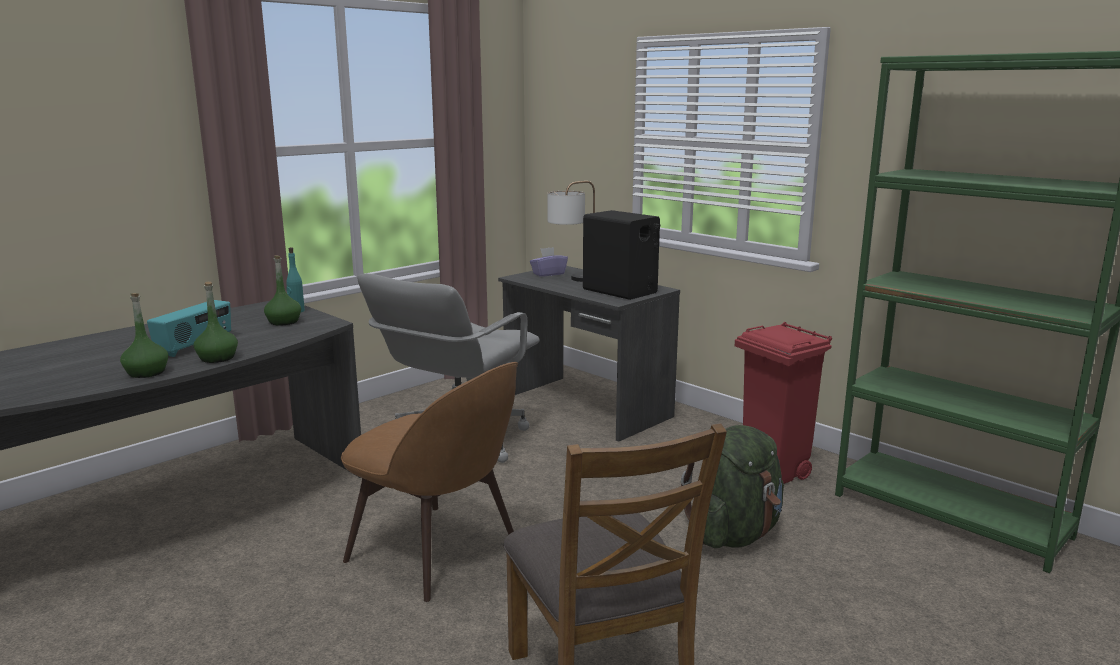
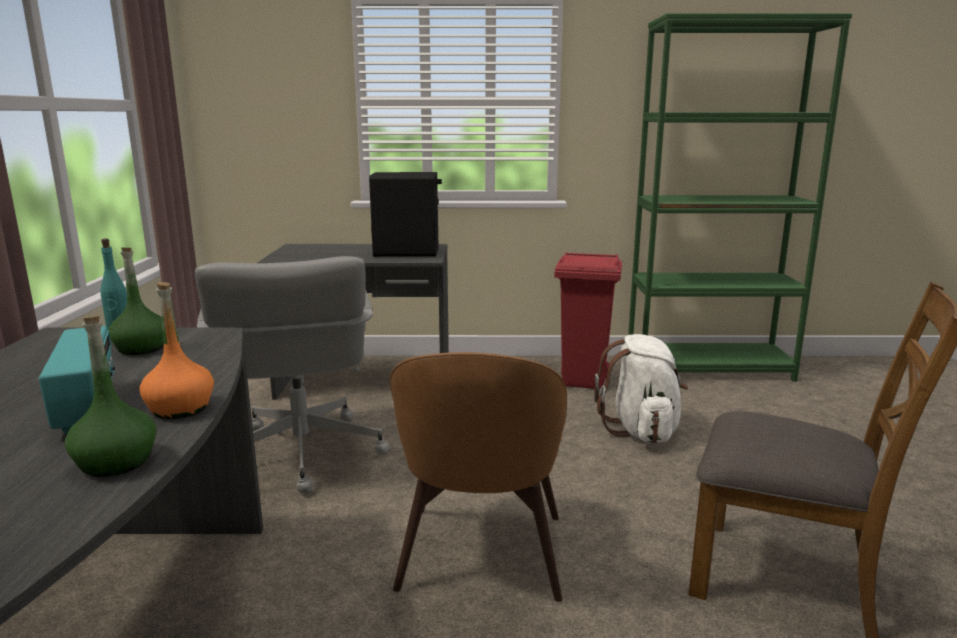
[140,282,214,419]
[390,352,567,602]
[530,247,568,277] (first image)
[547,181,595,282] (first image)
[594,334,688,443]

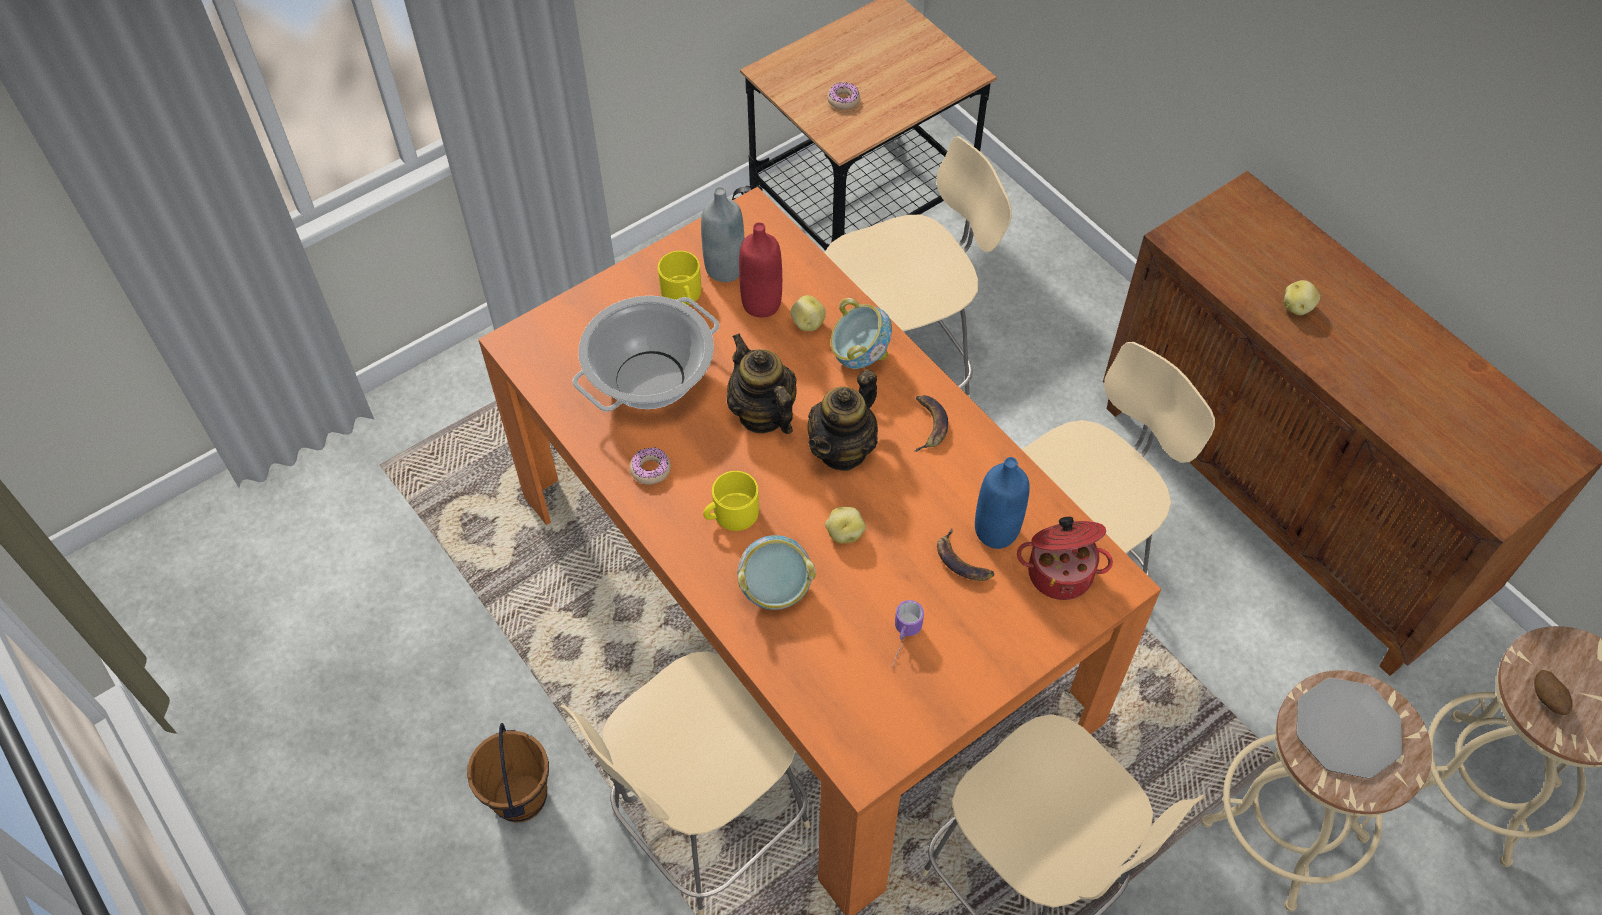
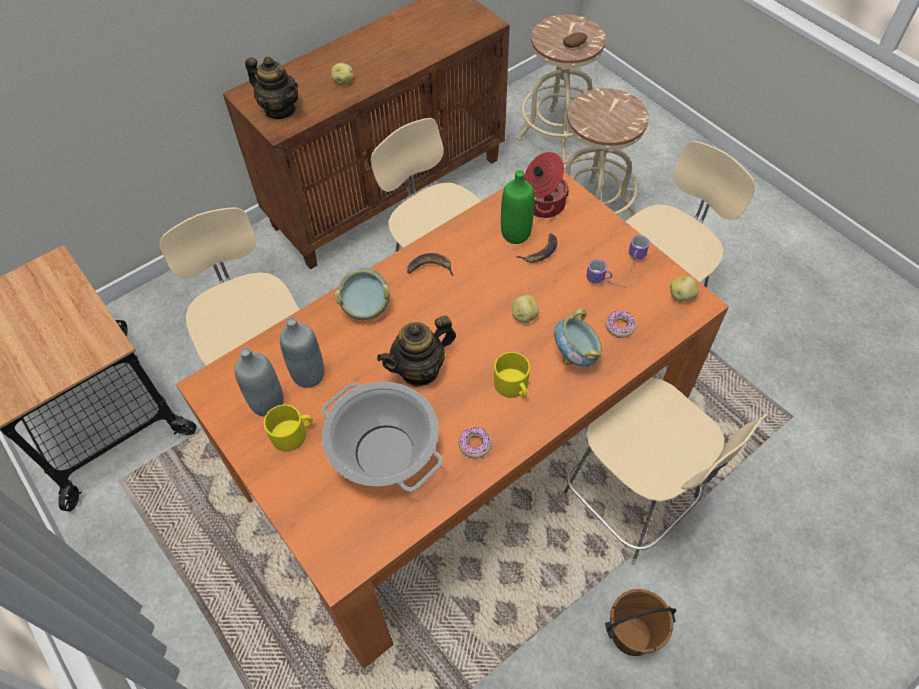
[280,317,324,388]
[670,276,699,302]
[245,57,298,119]
[606,310,636,338]
[501,170,534,244]
[1297,678,1402,778] (first image)
[627,235,650,278]

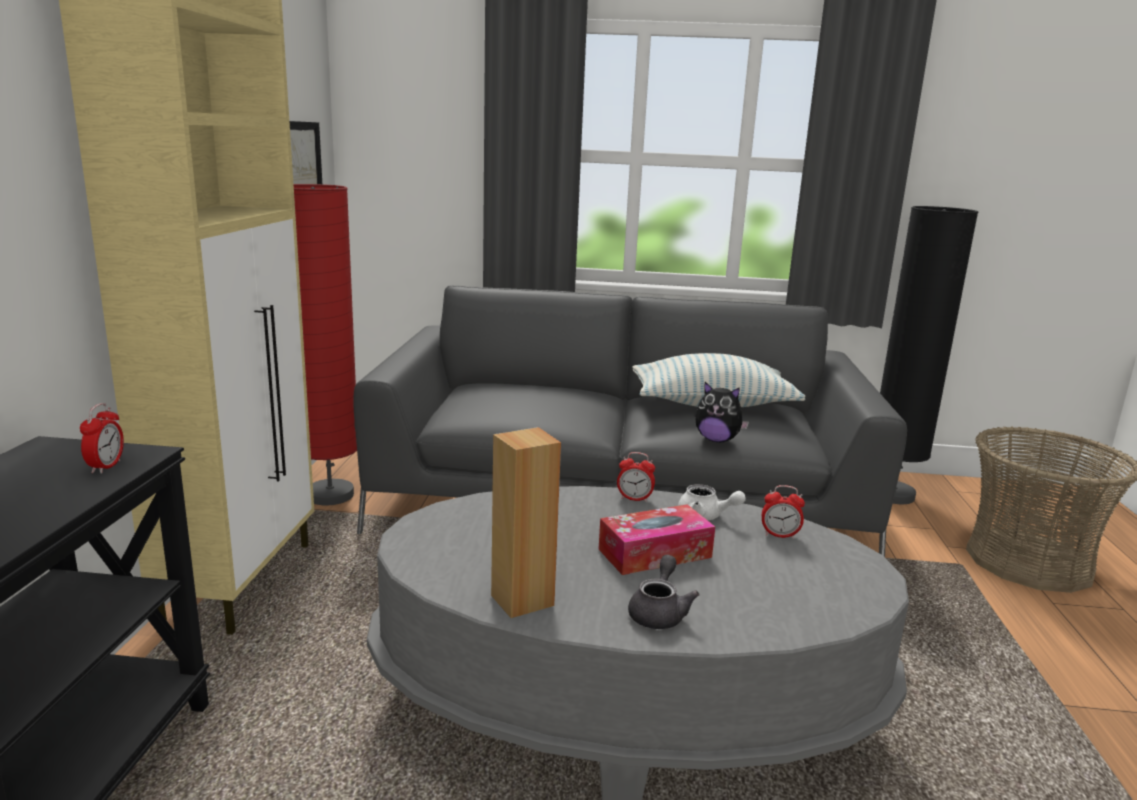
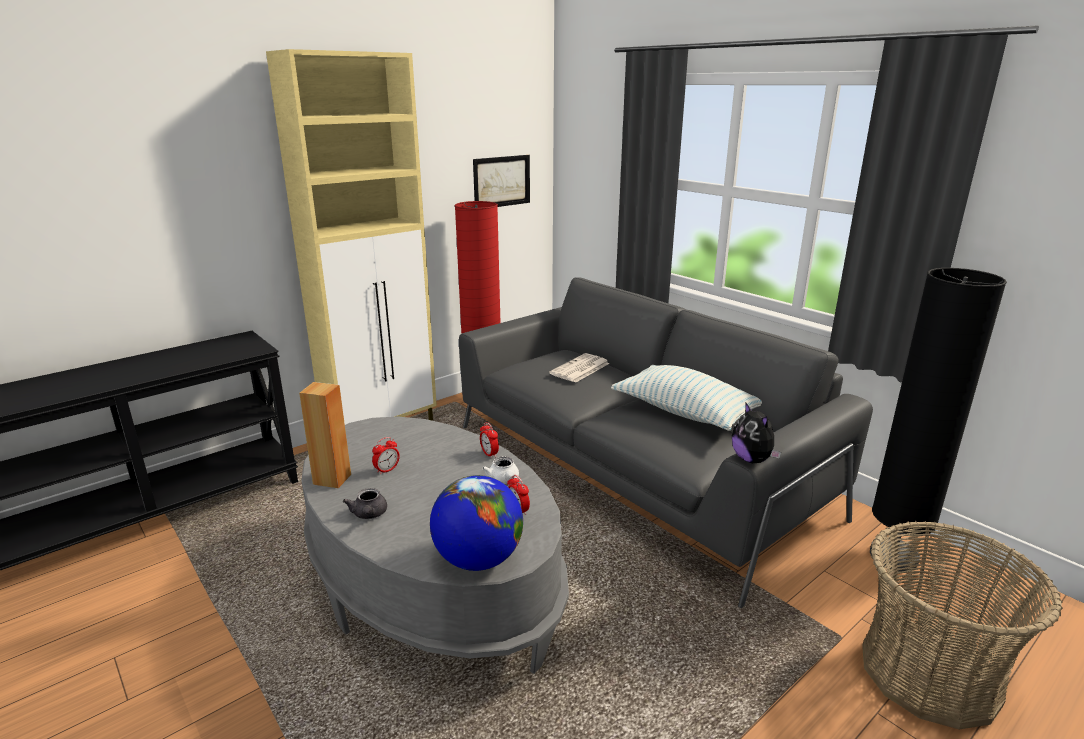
[372,437,400,475]
[599,504,715,575] (first image)
[343,488,387,519]
[732,402,781,463]
[430,475,523,571]
[549,353,610,383]

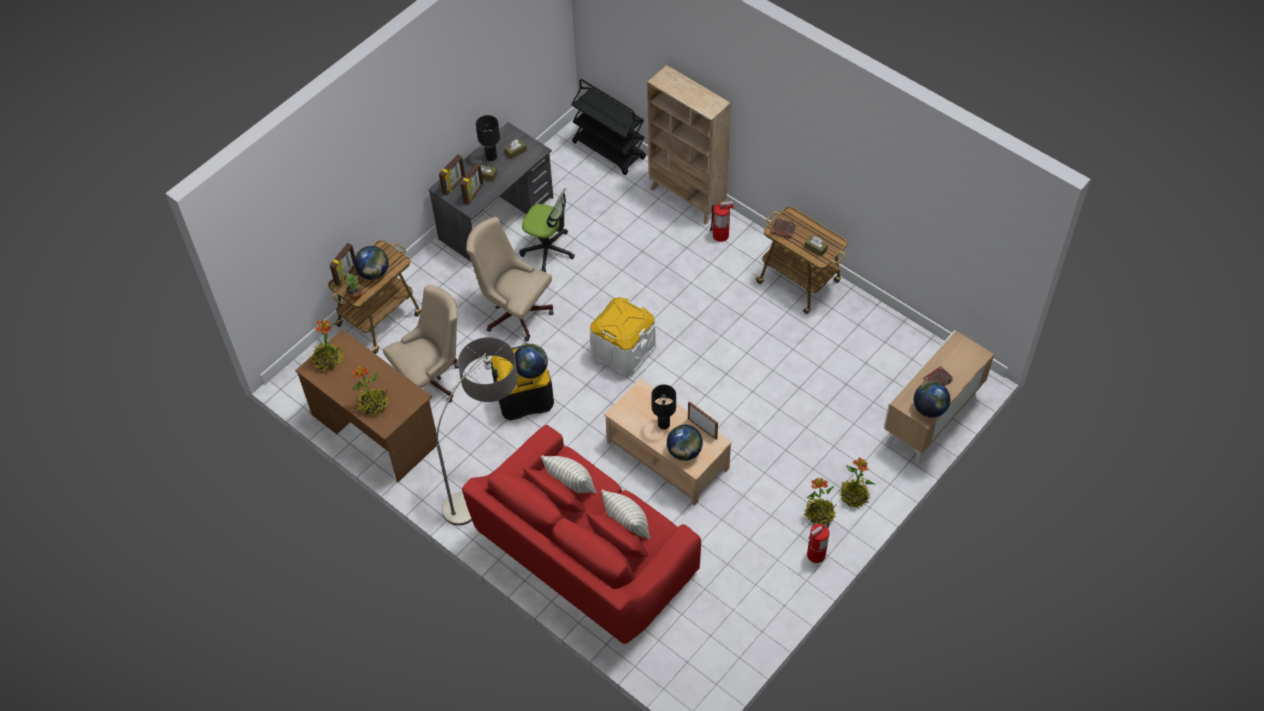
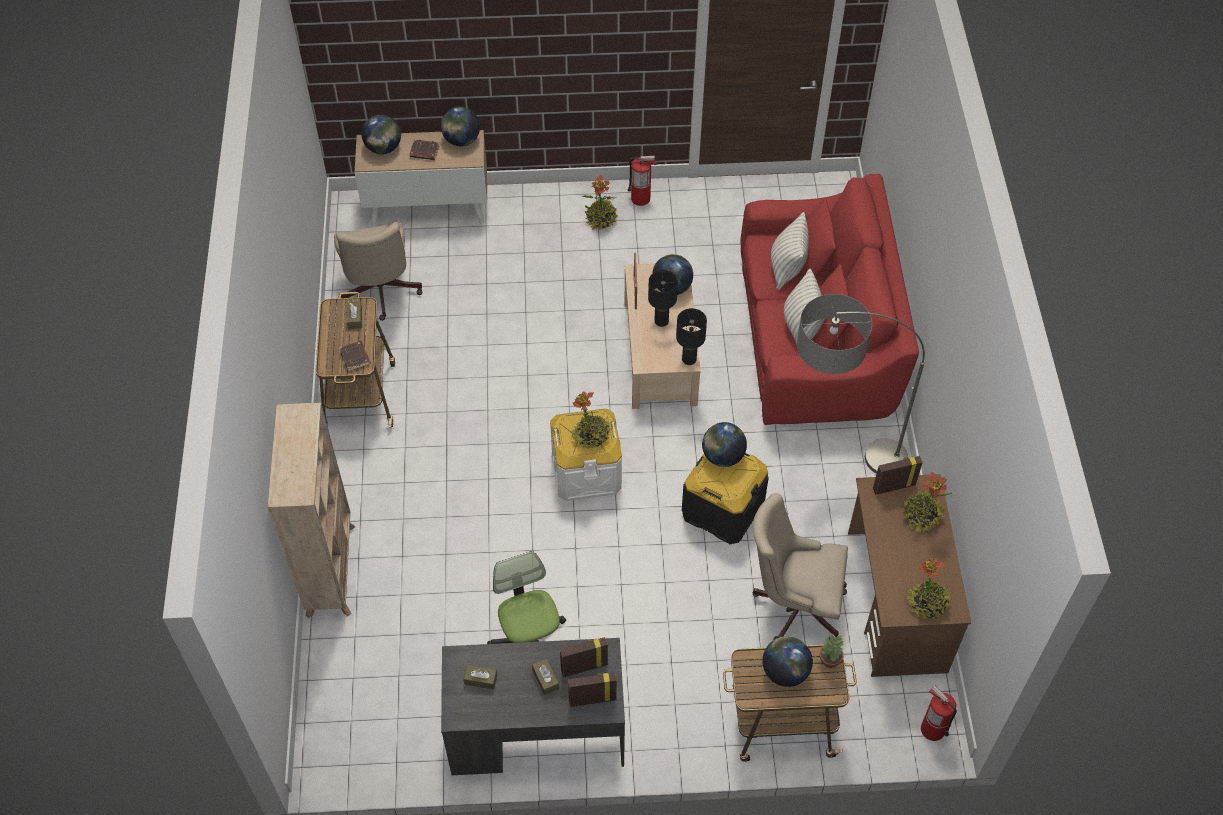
[873,456,923,495]
[334,222,423,321]
[676,308,707,365]
[571,79,646,175] (first image)
[921,685,957,741]
[570,392,610,449]
[362,114,401,154]

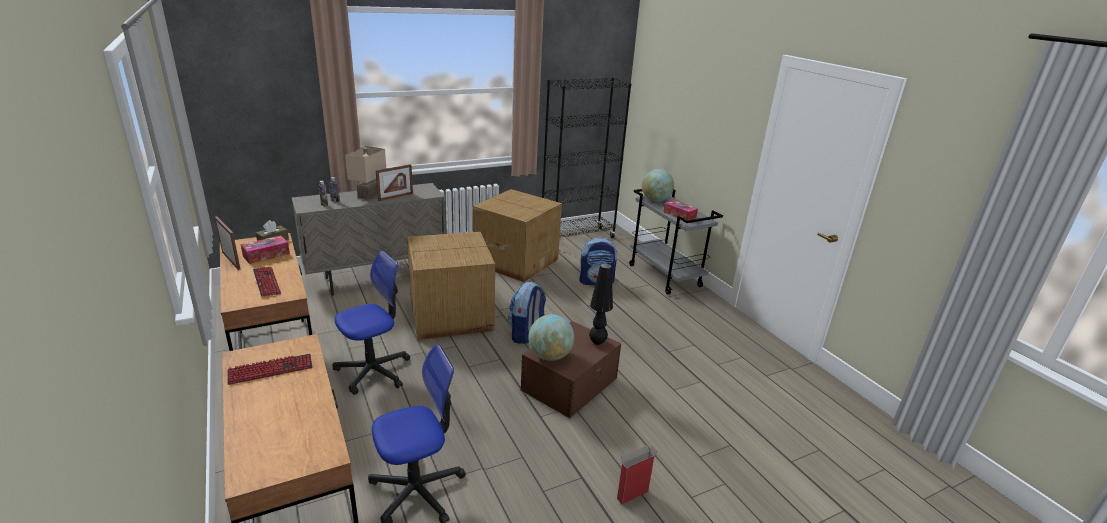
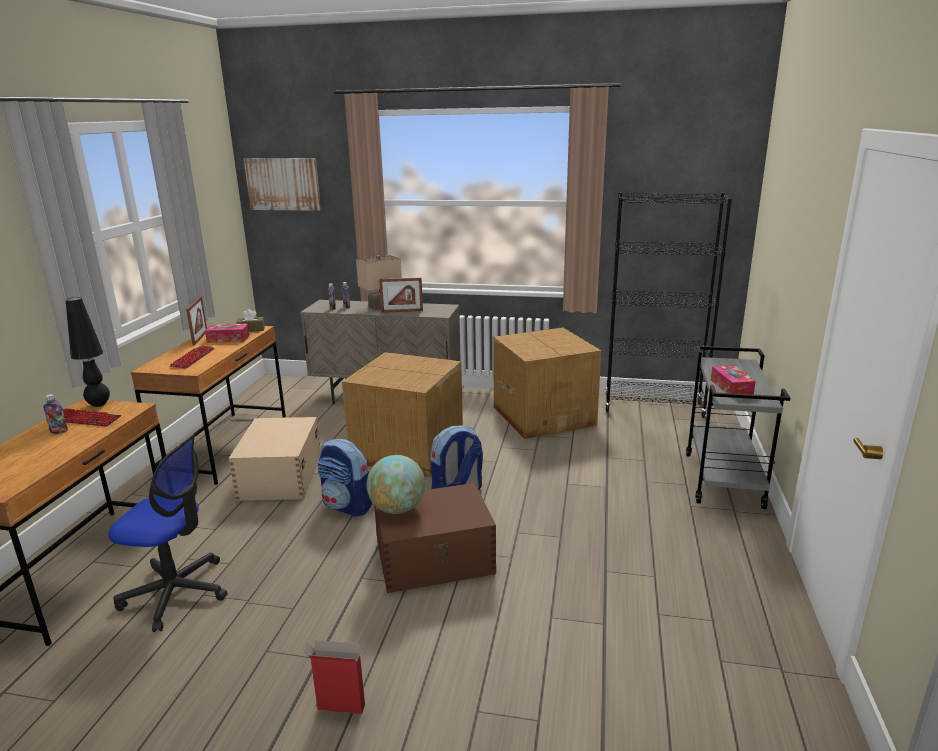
[229,417,321,501]
[317,439,372,517]
[66,297,110,407]
[642,169,674,202] (first image)
[43,394,68,434]
[244,158,321,211]

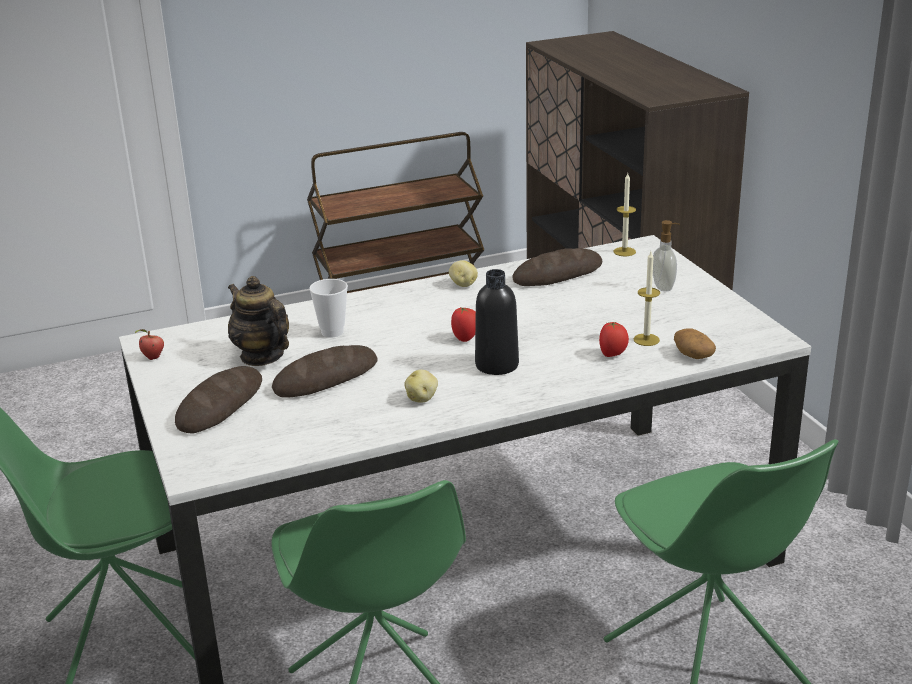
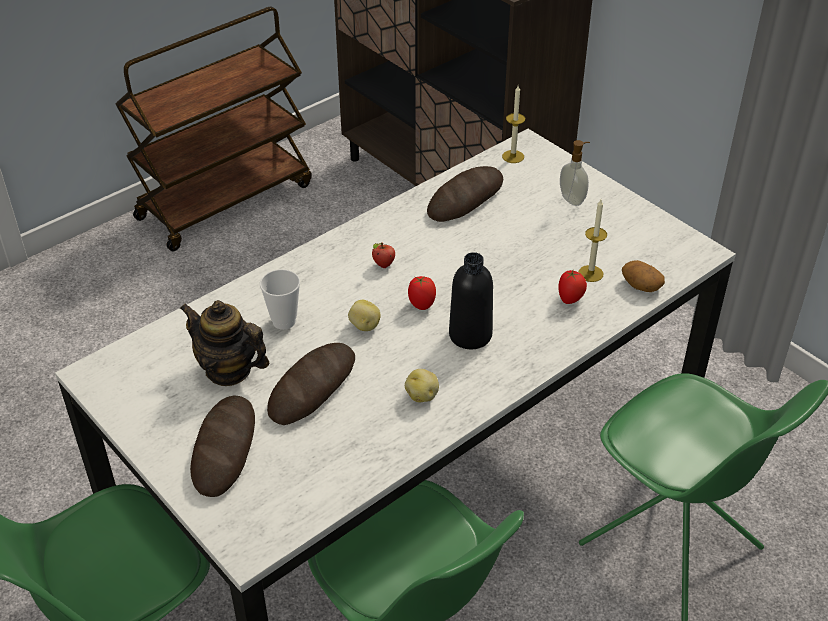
[372,243,395,268]
[348,300,381,331]

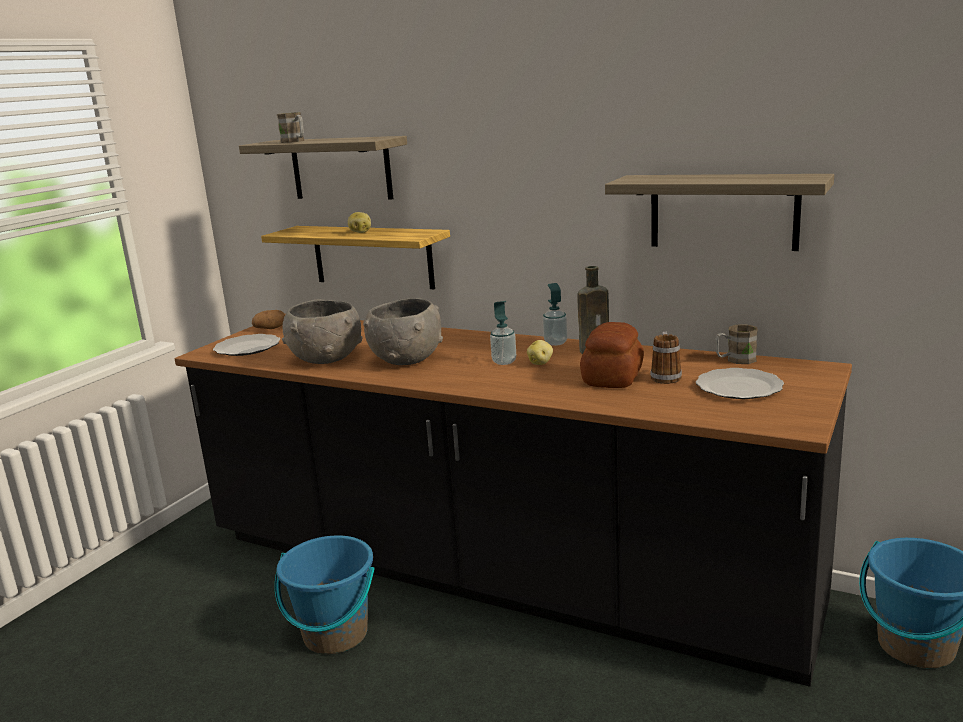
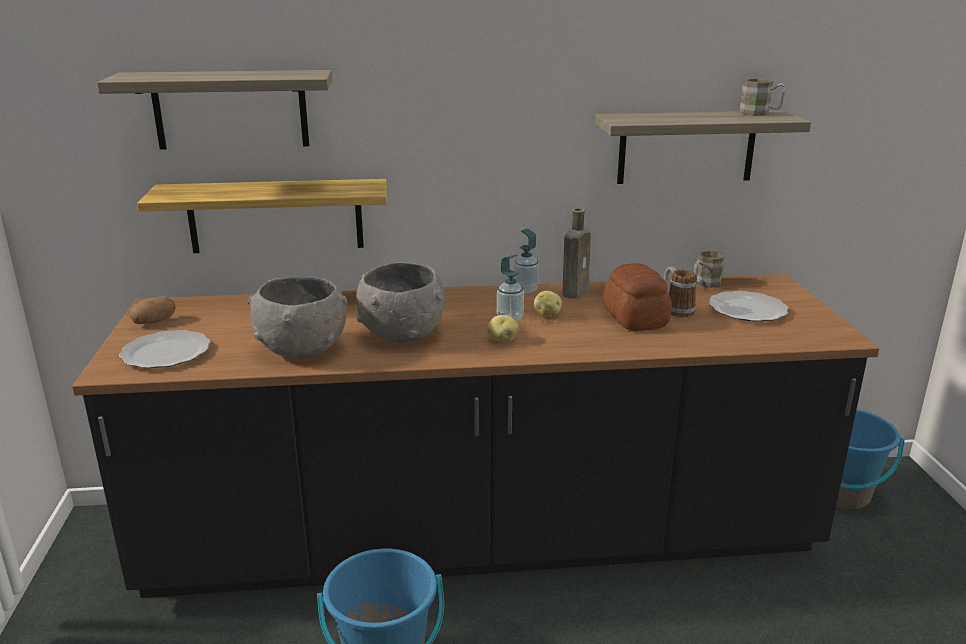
[739,79,786,116]
[487,315,519,342]

